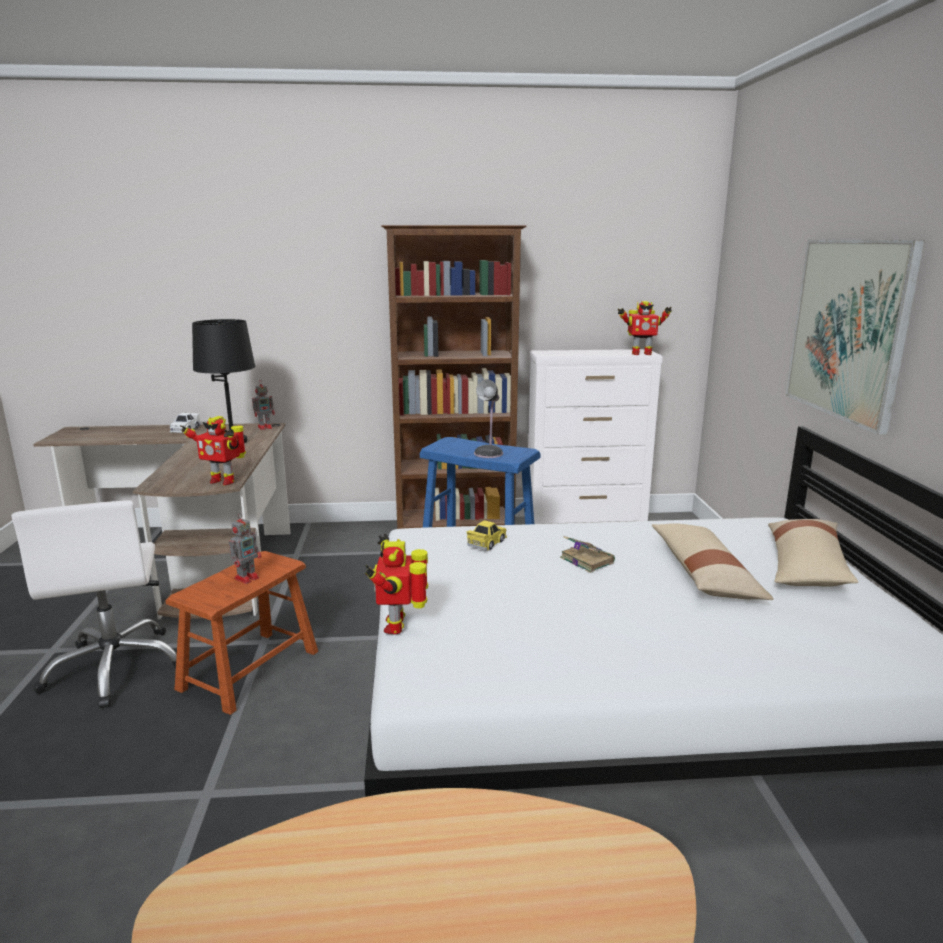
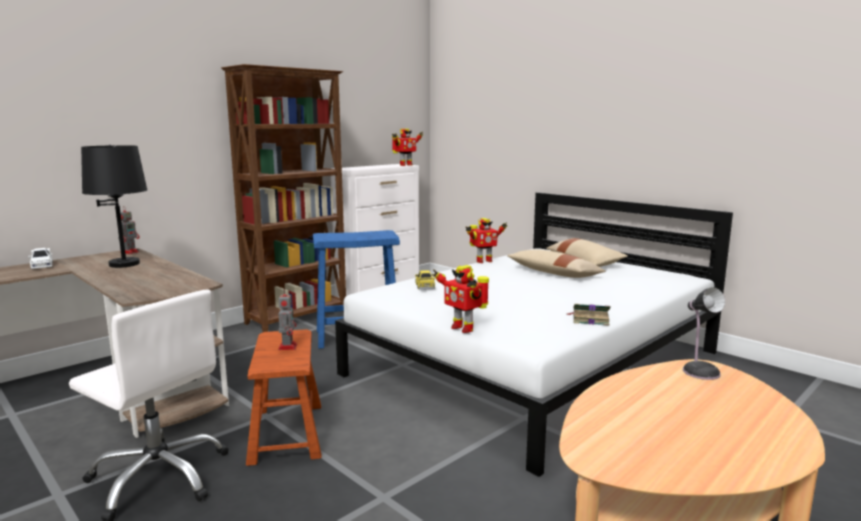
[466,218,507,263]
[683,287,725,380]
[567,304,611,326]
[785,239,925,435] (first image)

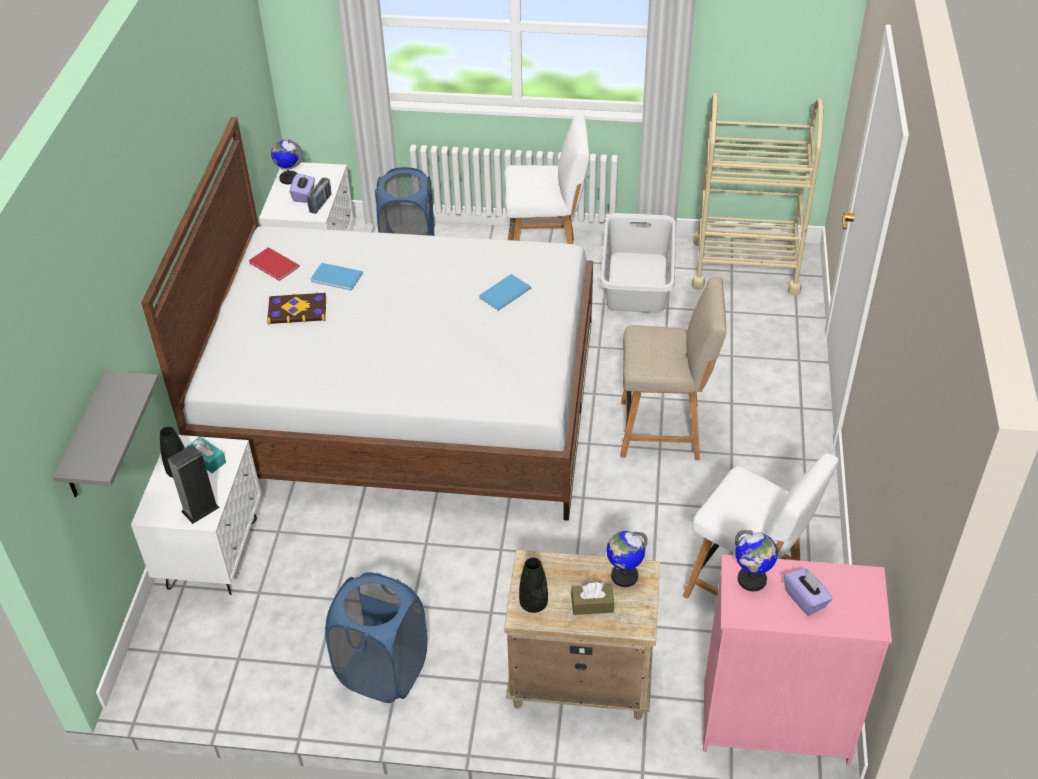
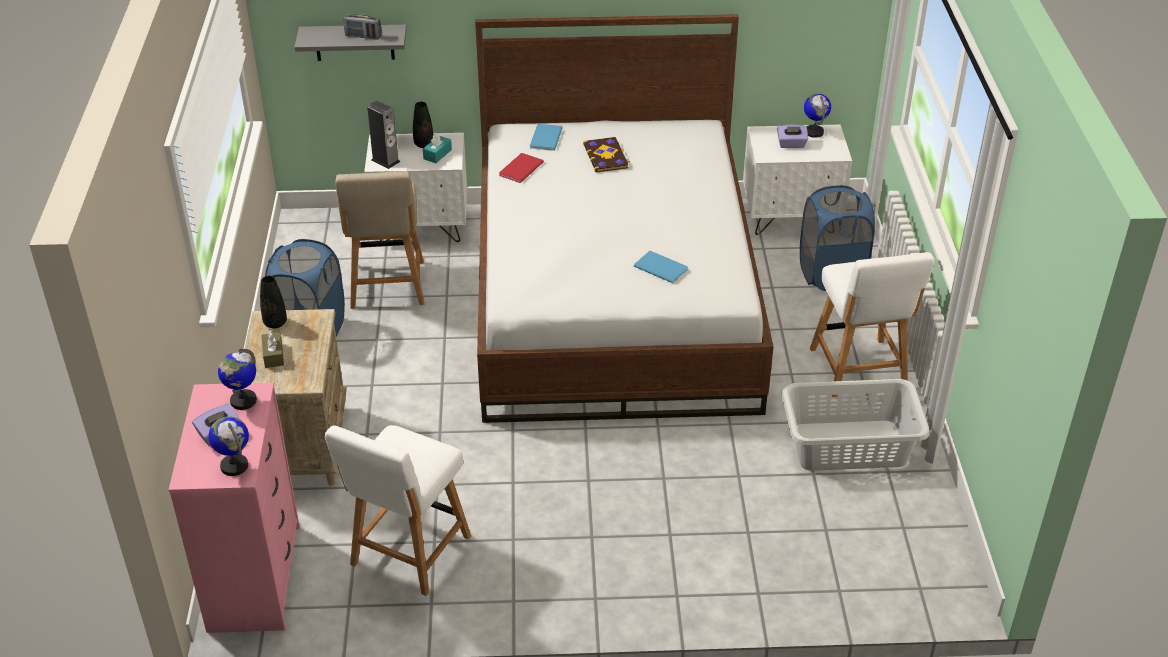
[499,153,544,183]
[343,14,382,40]
[530,124,563,151]
[209,416,249,476]
[335,171,424,309]
[692,93,823,296] (first image)

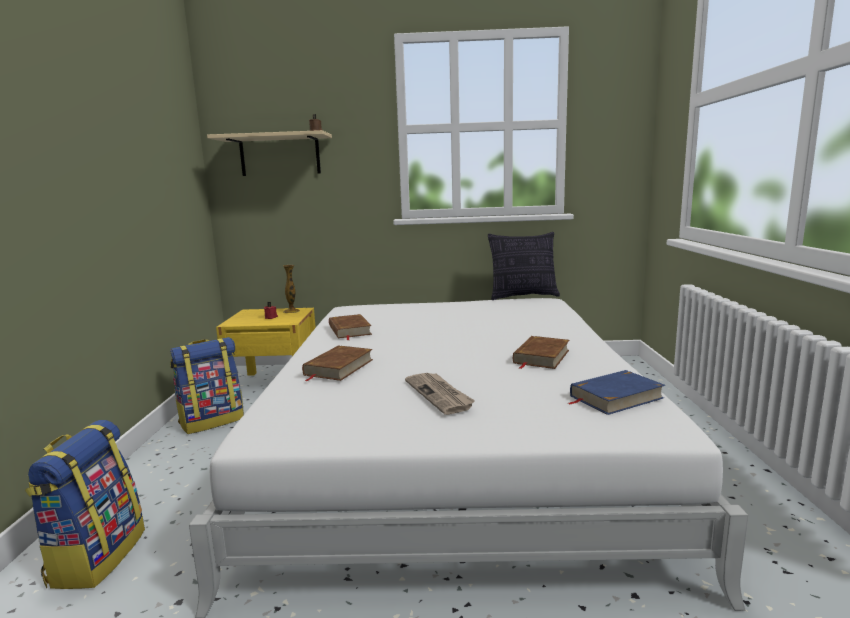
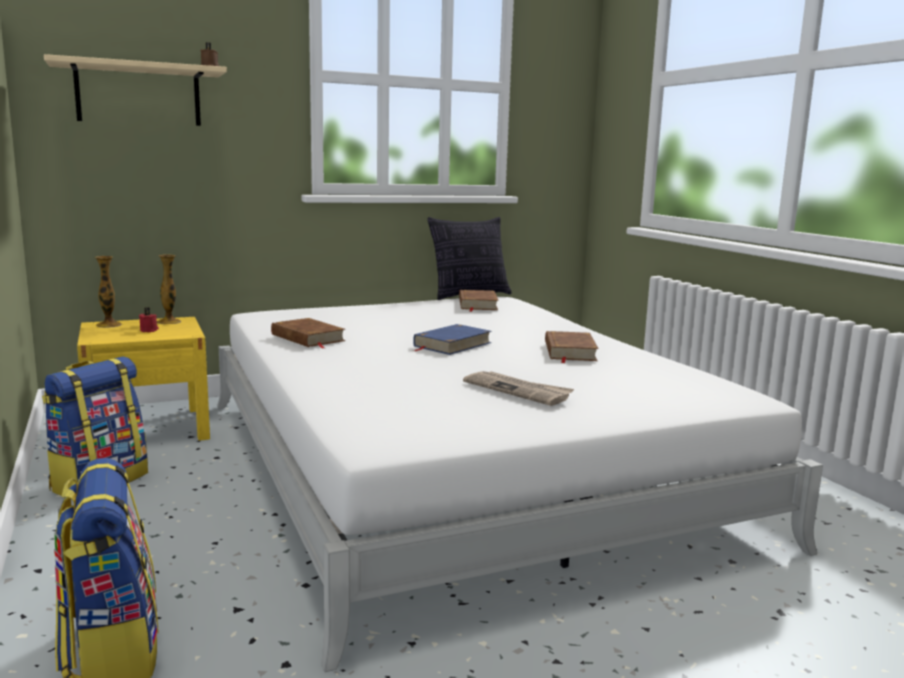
[459,290,498,312]
[413,324,492,355]
[95,256,122,328]

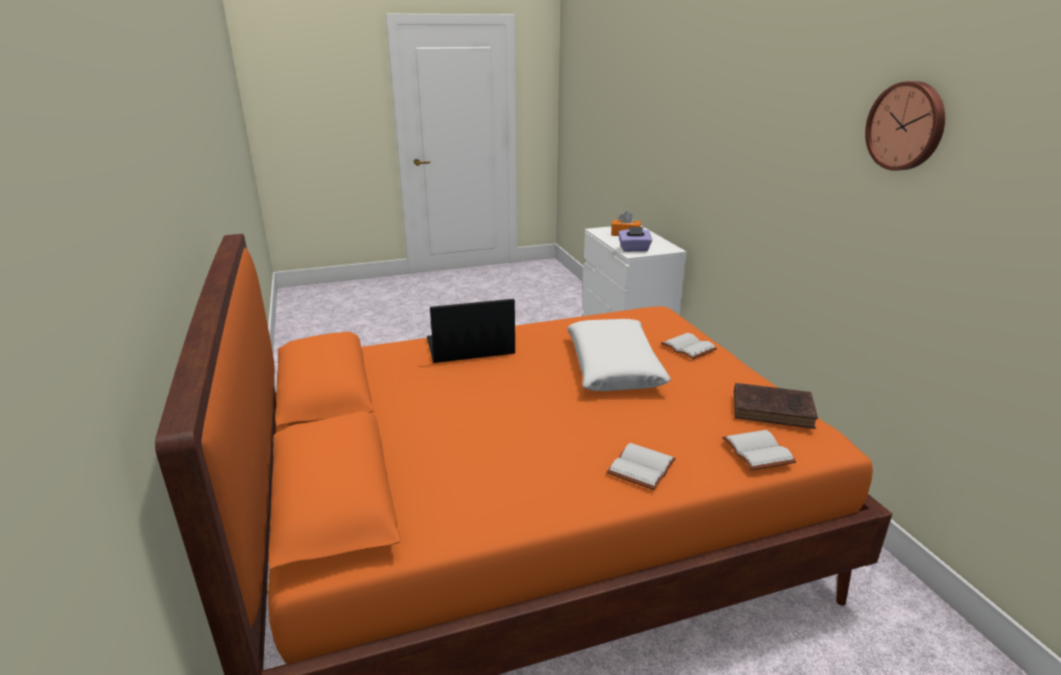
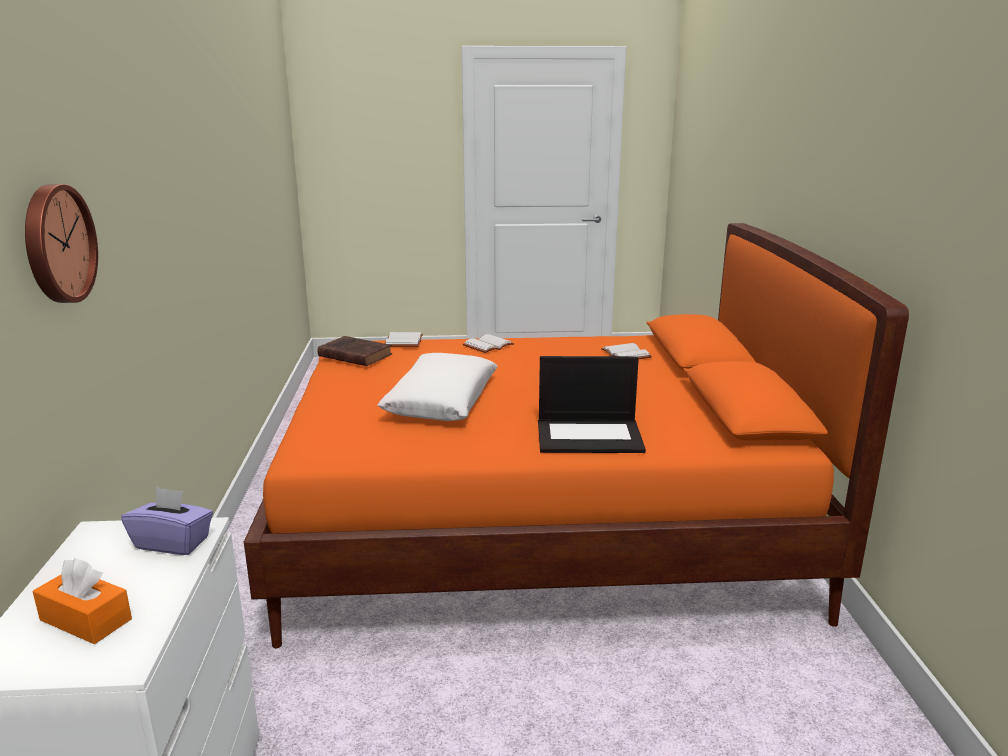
[601,343,652,359]
[25,184,98,303]

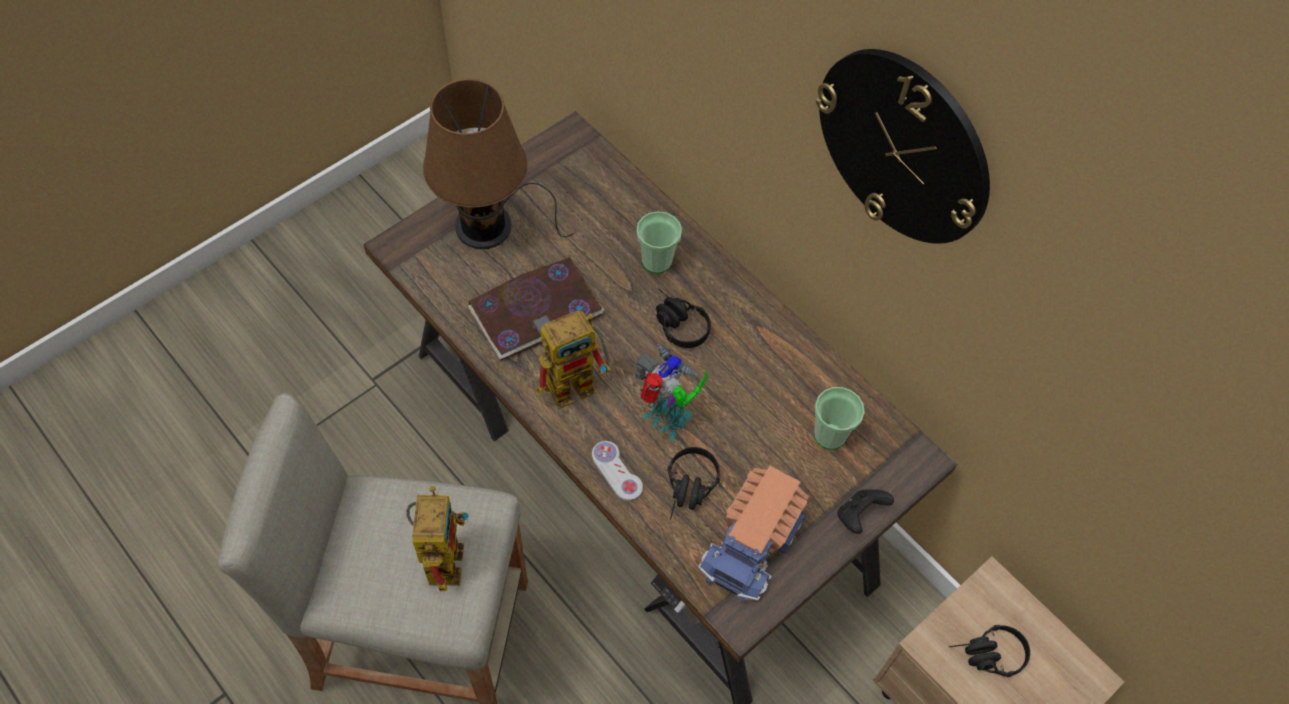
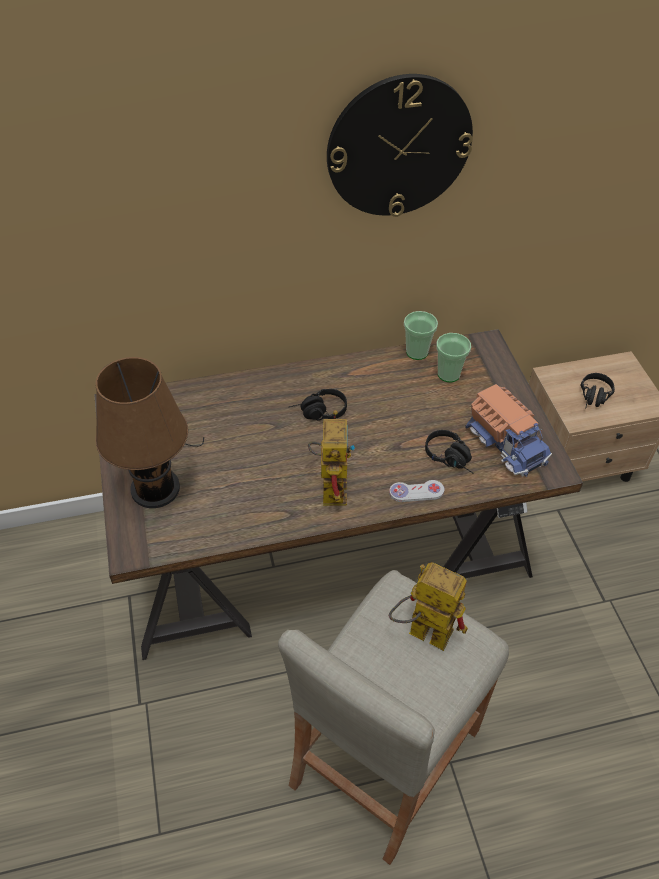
[468,257,604,361] (first image)
[635,344,708,441] (first image)
[404,311,438,360]
[838,489,894,534] (first image)

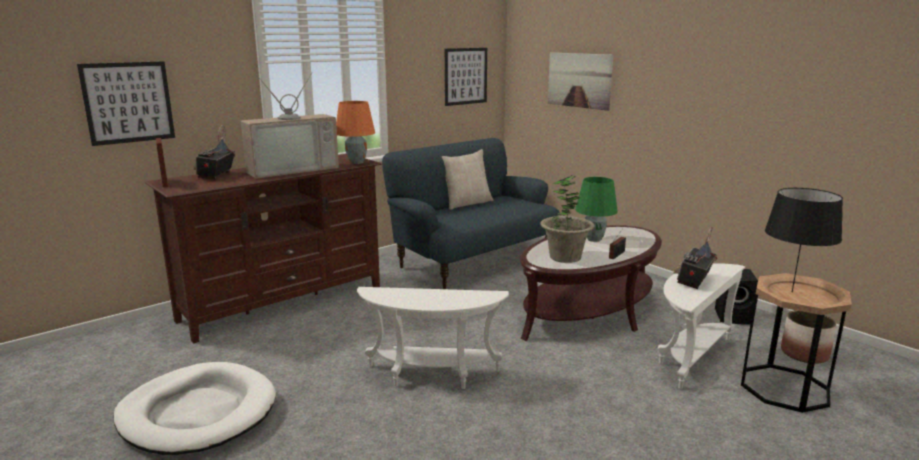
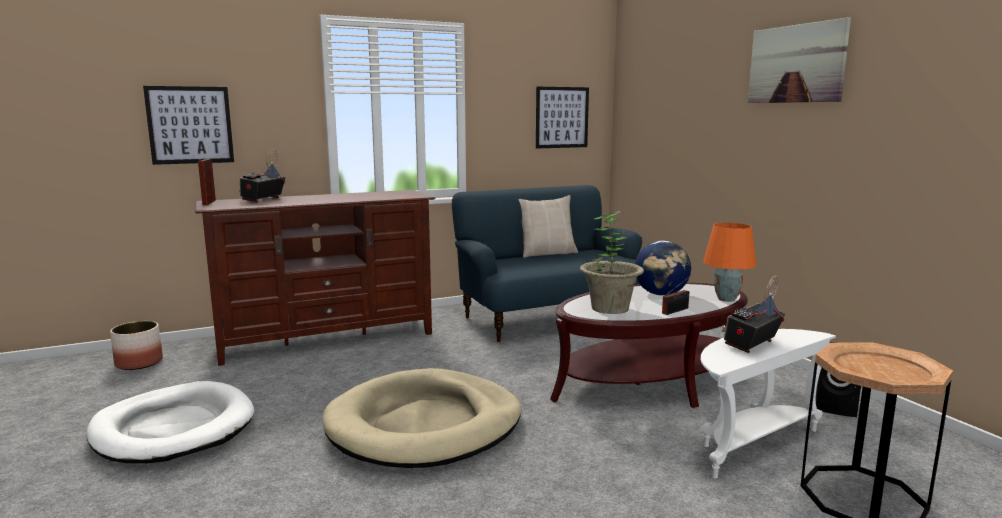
[241,73,339,178] (first image)
[703,223,757,302]
[322,368,522,468]
[748,17,851,103]
[635,241,691,296]
[765,188,843,292] (first image)
[110,321,163,370]

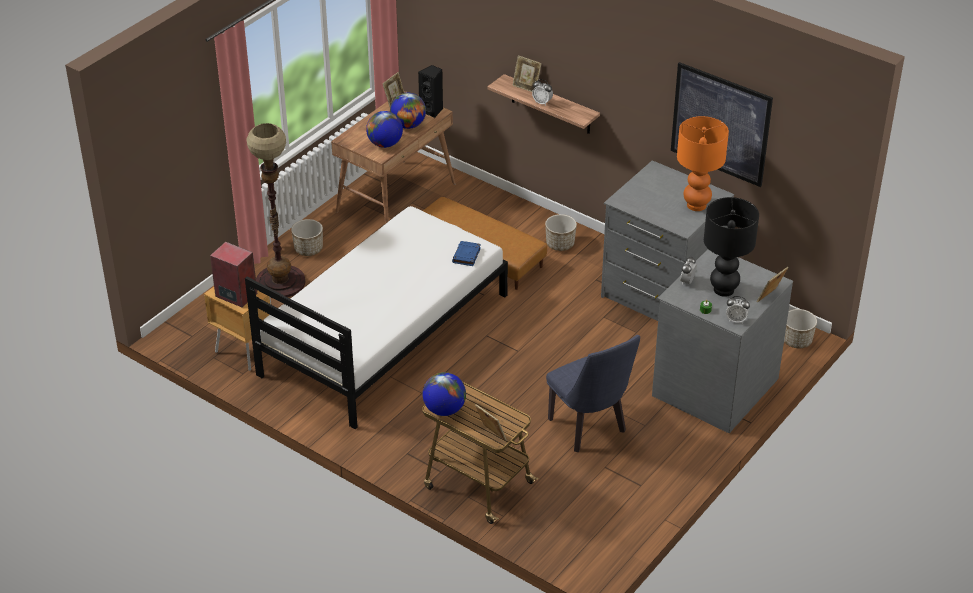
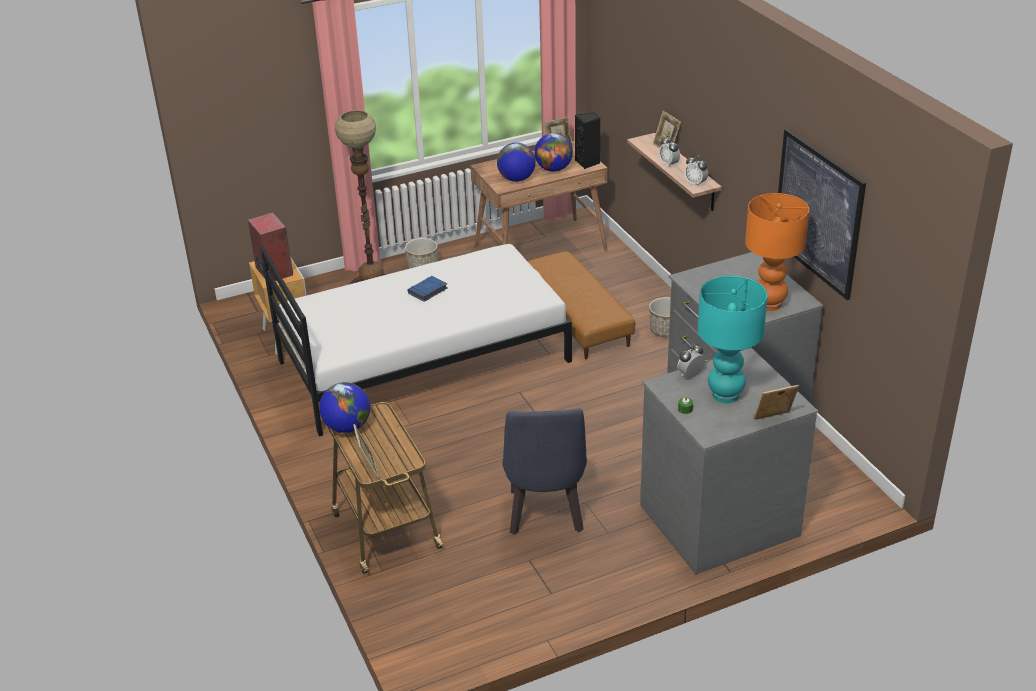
[408,276,447,302]
[698,276,768,403]
[685,155,708,187]
[784,309,817,348] (first image)

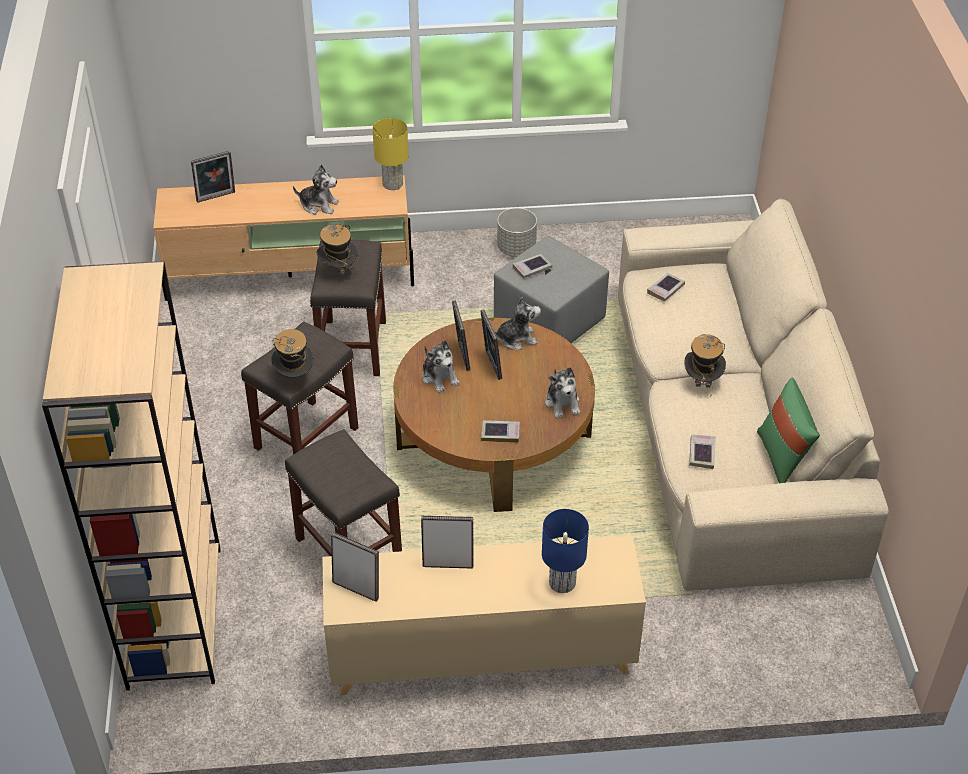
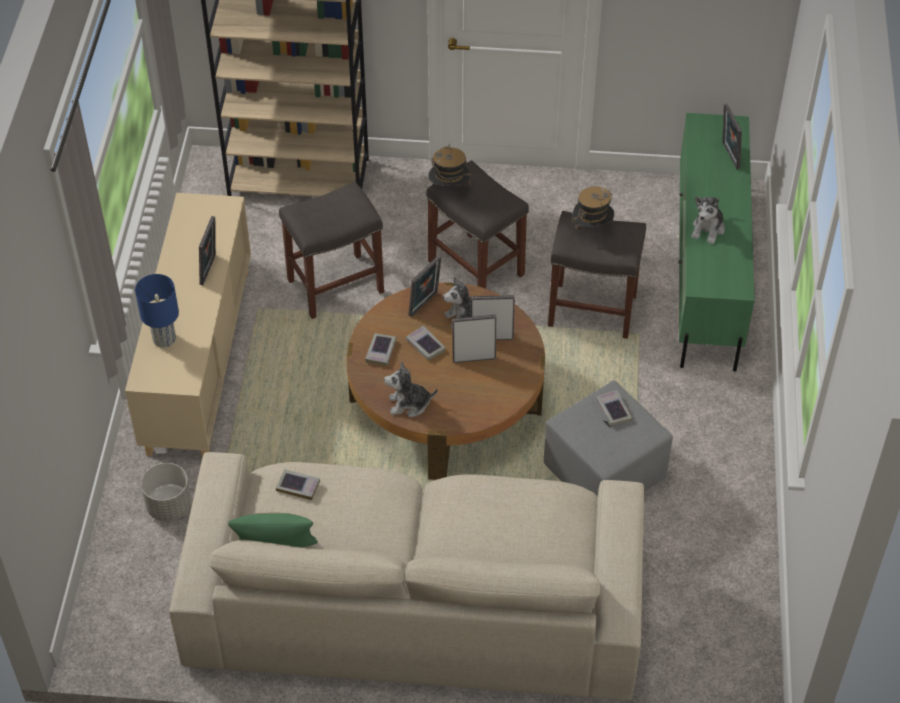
[678,113,754,371]
[408,255,442,317]
[372,118,409,190] (first image)
[495,297,541,350] (first image)
[141,463,192,522]
[406,326,446,360]
[684,334,726,395] (first image)

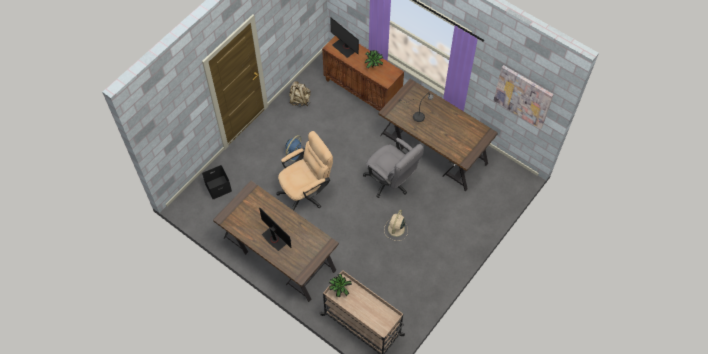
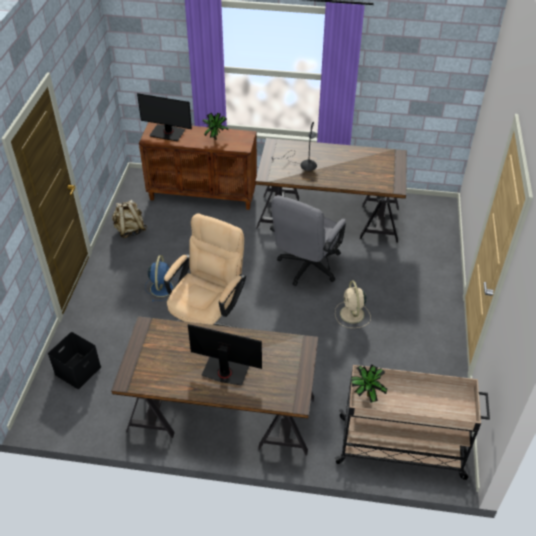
[270,195,346,286]
[494,65,554,129] (first image)

